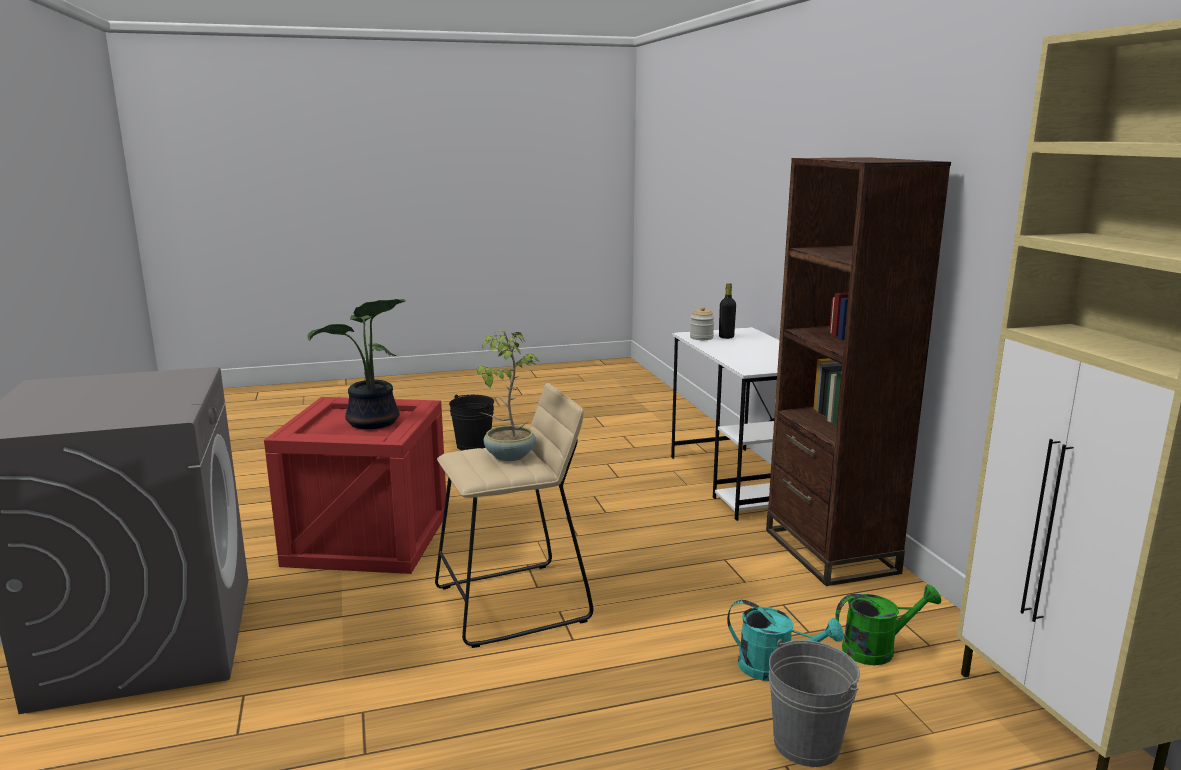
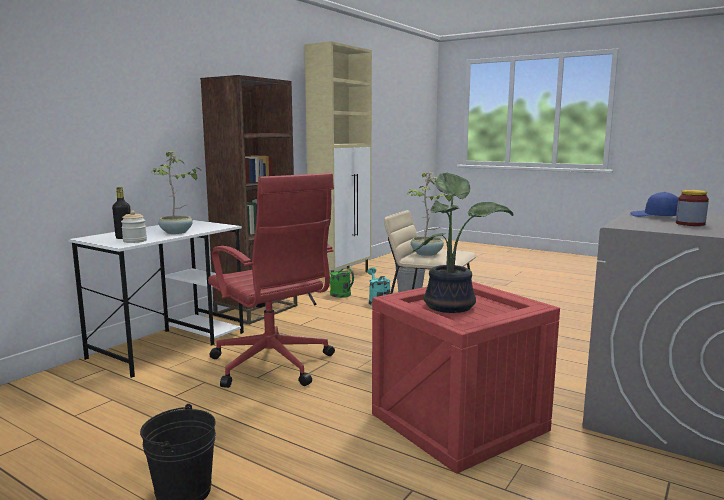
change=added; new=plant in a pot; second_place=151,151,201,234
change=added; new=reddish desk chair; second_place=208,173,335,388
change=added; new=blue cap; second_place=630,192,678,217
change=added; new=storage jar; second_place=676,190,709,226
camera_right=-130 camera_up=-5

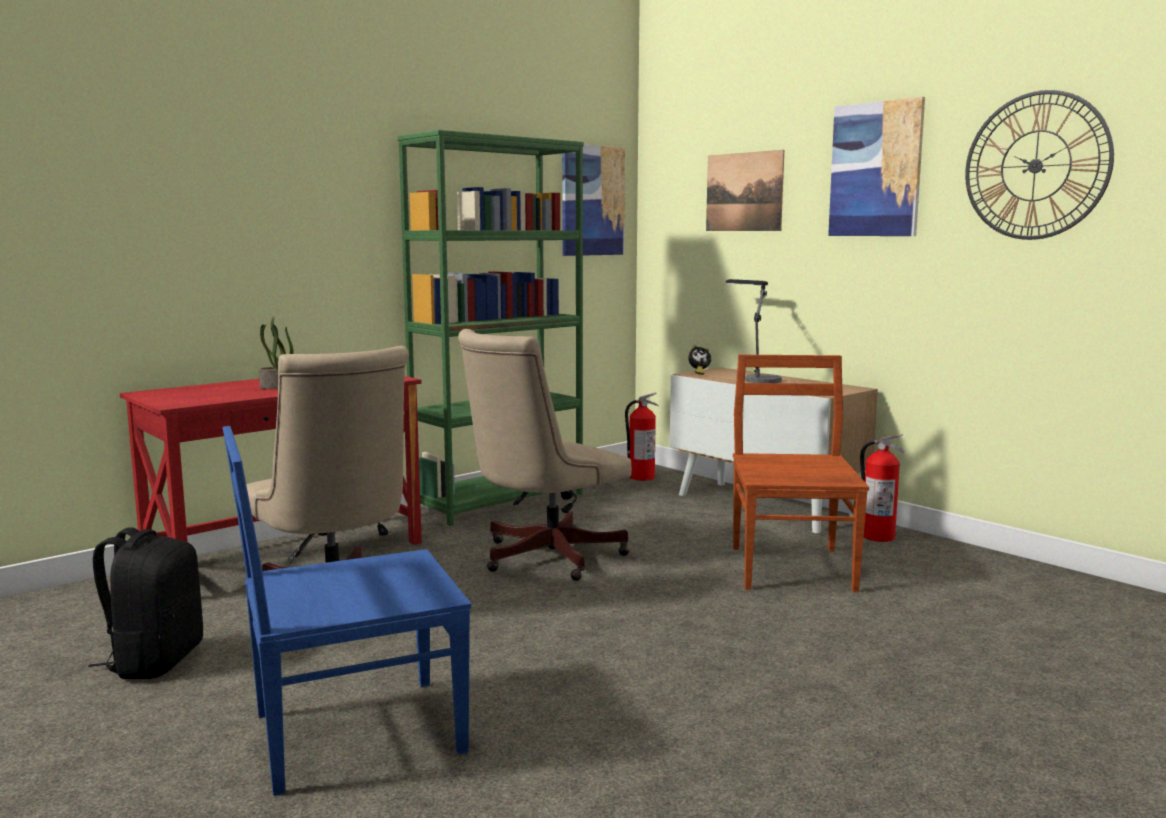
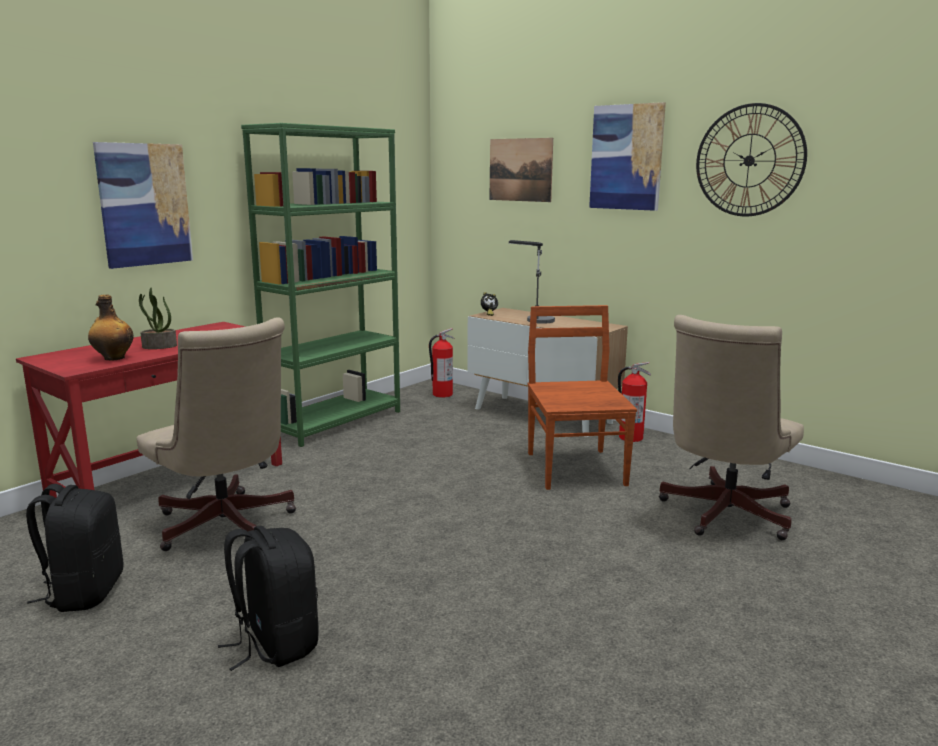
change=replaced; old=blue plain chair; new=black backpack; first_place=222,426,472,796; second_place=218,526,319,671
change=moved; old=beige desk chair; first_place=458,329,632,581; second_place=659,315,804,540
change=moved; old=wall picture; first_place=562,145,625,256; second_place=93,142,193,269
change=added; new=beverage bottle; second_place=88,295,134,360
camera_right=-10 camera_up=5

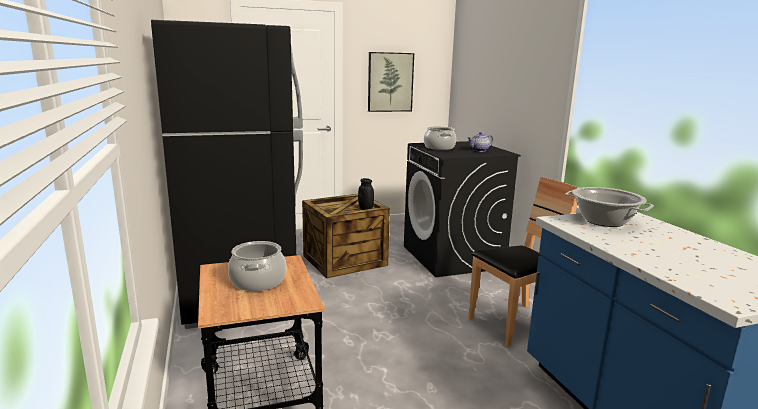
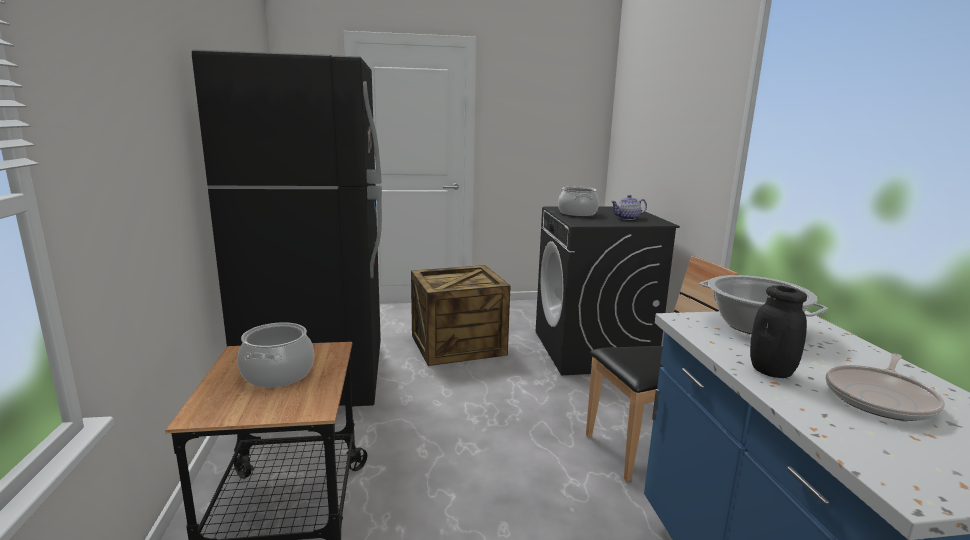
change=moved; old=black storage jar; first_place=358,178,374,210; second_place=750,285,807,378
change=removed; old=wall picture; first_place=368,52,414,112
change=added; new=frying pan; second_place=826,353,945,421
camera_right=10 camera_up=0

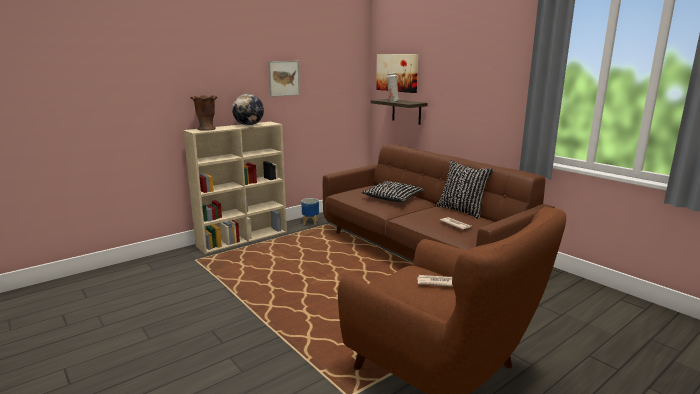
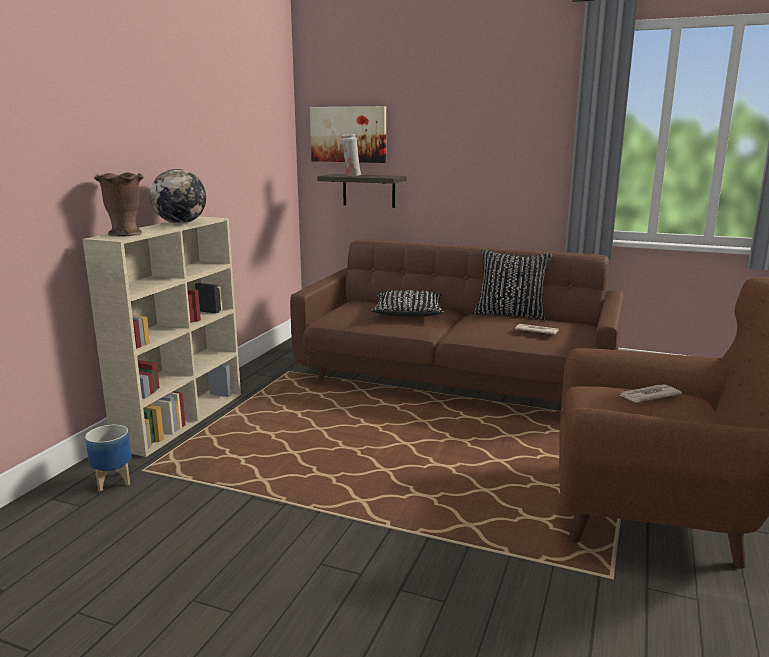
change=removed; old=wall picture; first_place=268,61,300,97
change=moved; old=plant pot; first_place=301,198,319,225; second_place=85,425,131,492
camera_right=-30 camera_up=0

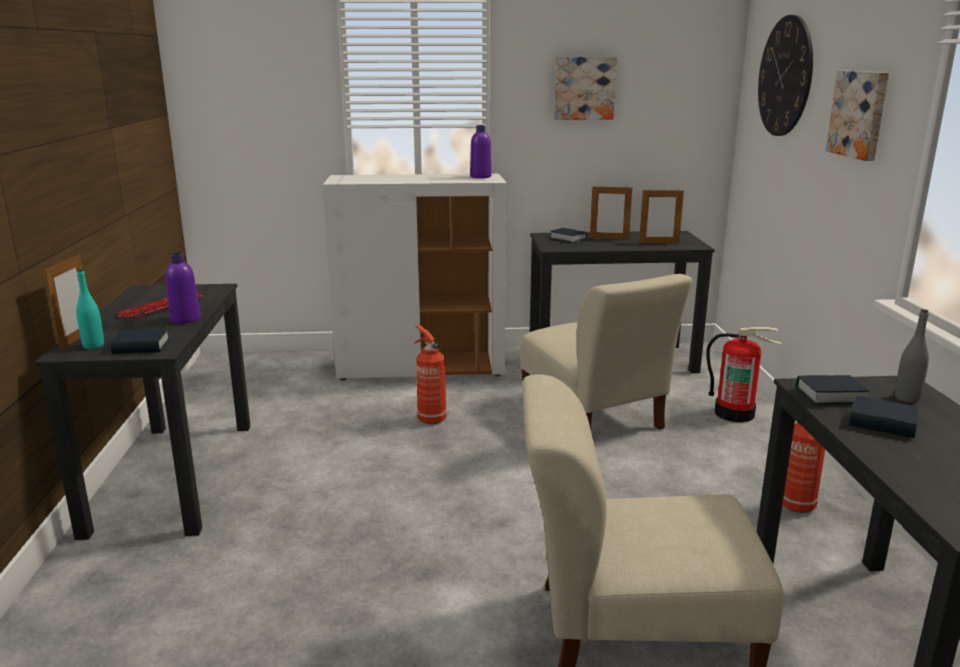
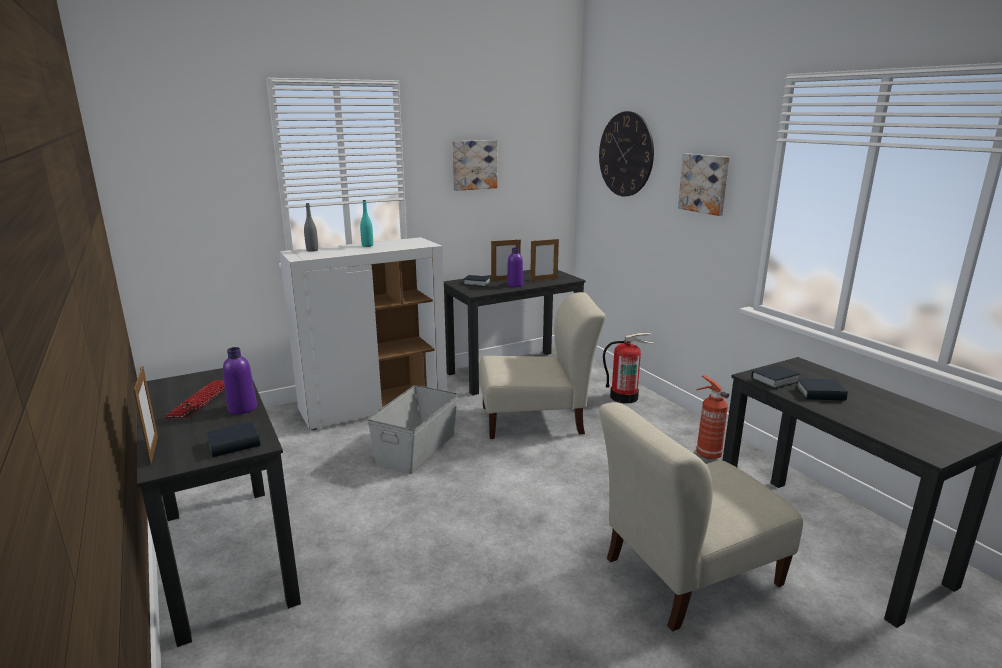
change=moved; old=turquoise beverage bottle; first_place=76,269,104,349; second_place=360,200,373,247
change=replaced; old=fire-fighting cylinder; new=greyish storage container; first_place=413,325,447,424; second_place=367,385,458,474
change=moved; old=purple beverage bottle; first_place=470,125,492,178; second_place=507,248,523,287
change=turned; old=beige plain chair; first_place=520,274,692,430; second_place=479,292,606,439; degrees=-45
change=moved; old=greyish beverage bottle; first_place=895,309,929,403; second_place=304,203,318,252
camera_right=-25 camera_up=0

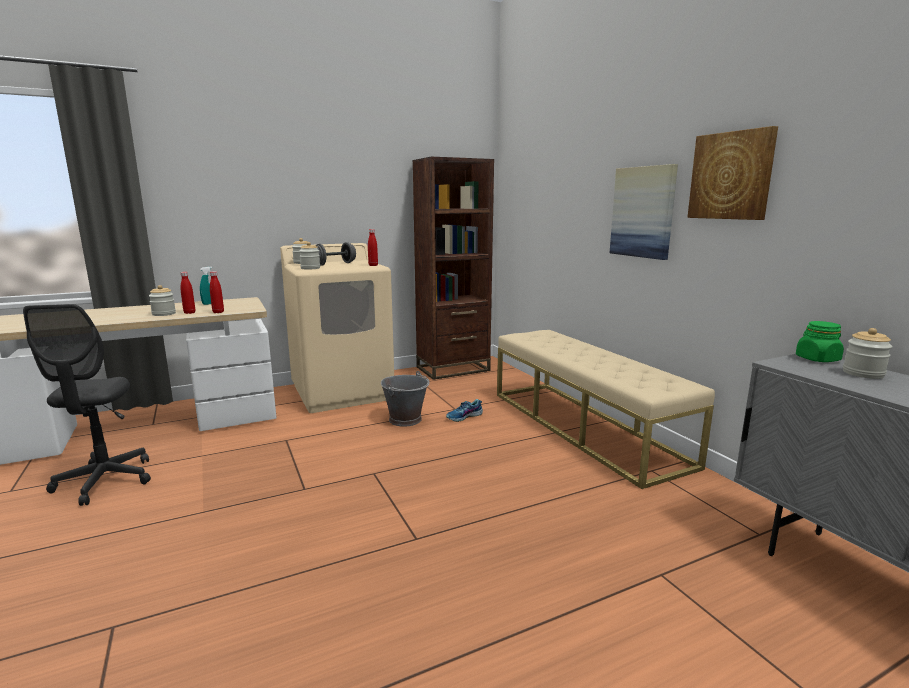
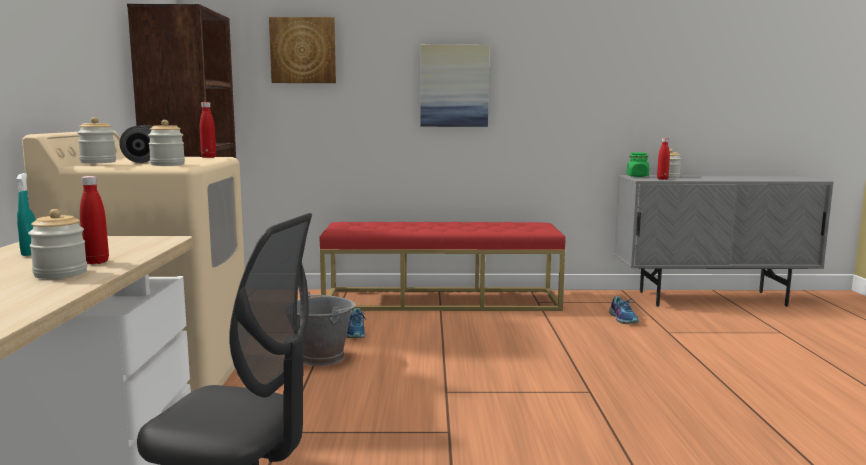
change=moved; old=reddish beverage bottle; first_place=210,271,224,313; second_place=657,138,670,180
change=recoloured; old=beige indoor bench; new=reddish indoor bench; first_place=497,330,715,489; second_place=320,222,566,311
change=moved; old=wall picture; first_place=687,126,778,220; second_place=269,17,336,83
change=added; new=item of footwear; second_place=609,296,639,324
camera_right=-65 camera_up=-5

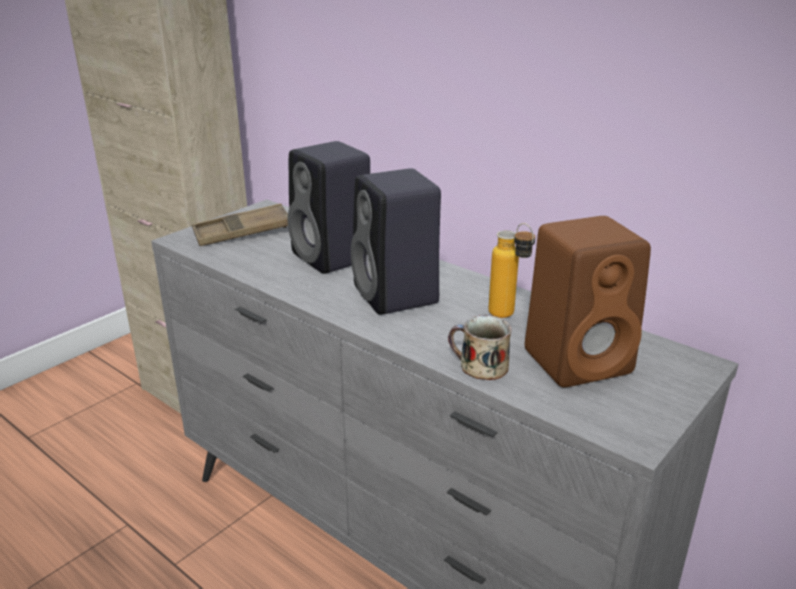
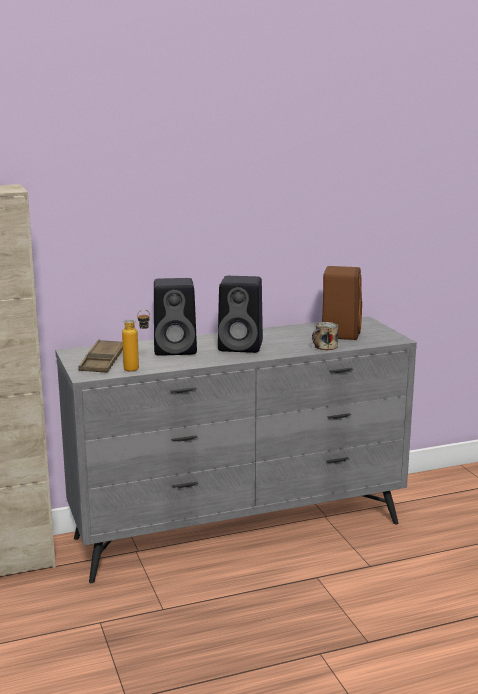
change=moved; old=beverage bottle; first_place=488,223,535,318; second_place=122,310,150,372
camera_right=-60 camera_up=-10

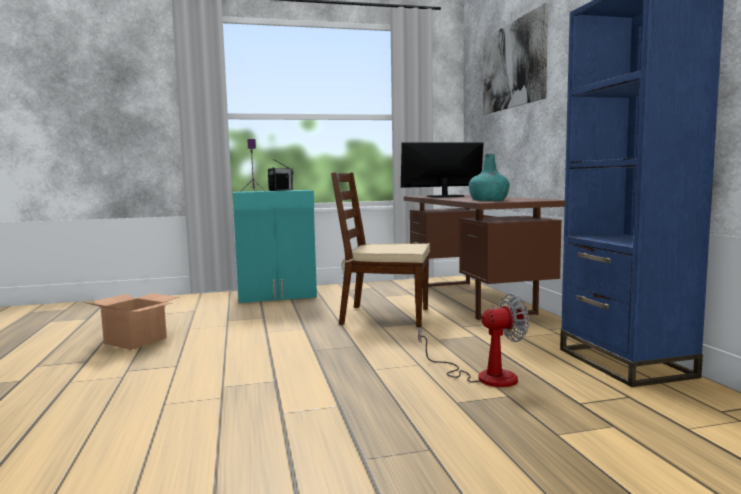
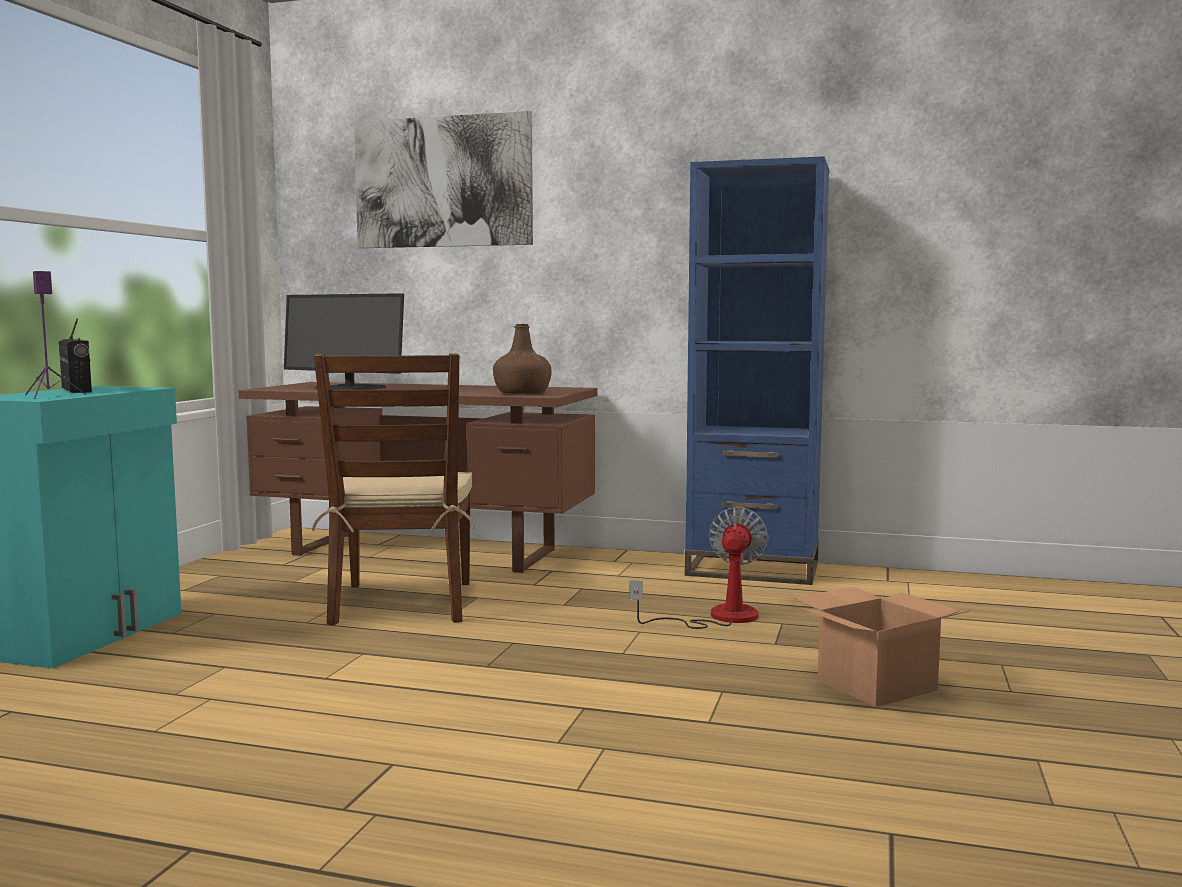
change=moved; old=carton; first_place=83,293,179,350; second_place=794,587,971,707
change=turned; old=brownish plain chair; first_place=331,172,430,327; second_place=311,353,476,625; degrees=-45
change=turned; old=computer display; first_place=401,142,484,198; second_place=284,293,404,390; degrees=-75
change=recoloured; old=turquoise beverage bottle; new=brownish beverage bottle; first_place=469,154,510,201; second_place=493,324,552,394
camera_right=-60 camera_up=0

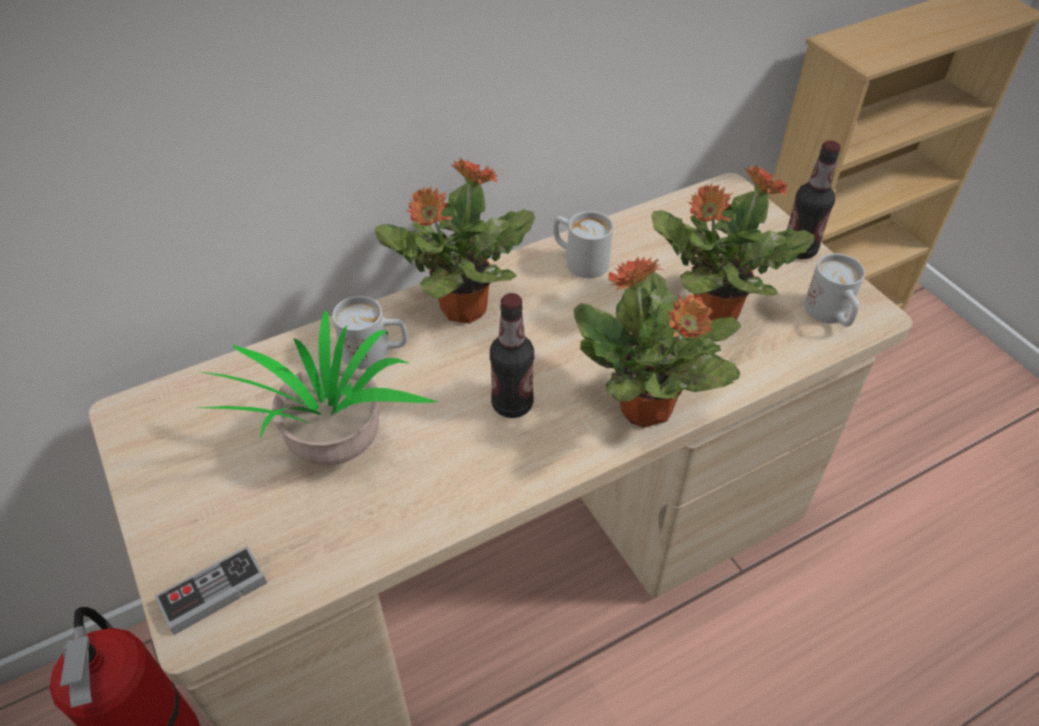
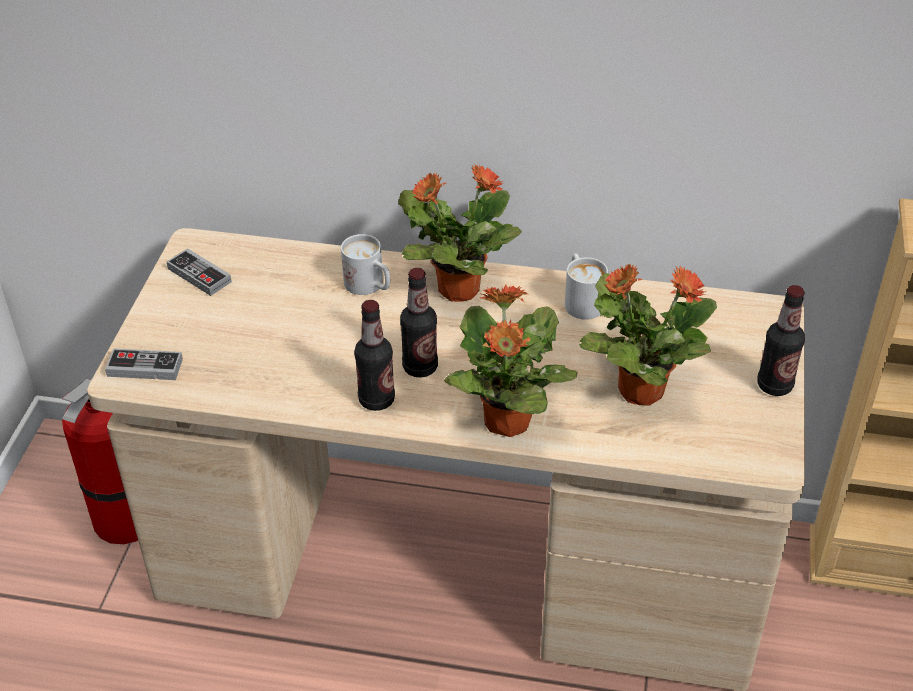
change=removed; old=plant in a pot; first_place=198,311,437,465
change=removed; old=white-coloured mug; first_place=804,253,865,327
change=added; new=joypad; second_place=167,248,232,296
change=added; new=beverage bottle; second_place=354,300,395,411
camera_right=40 camera_up=-5

